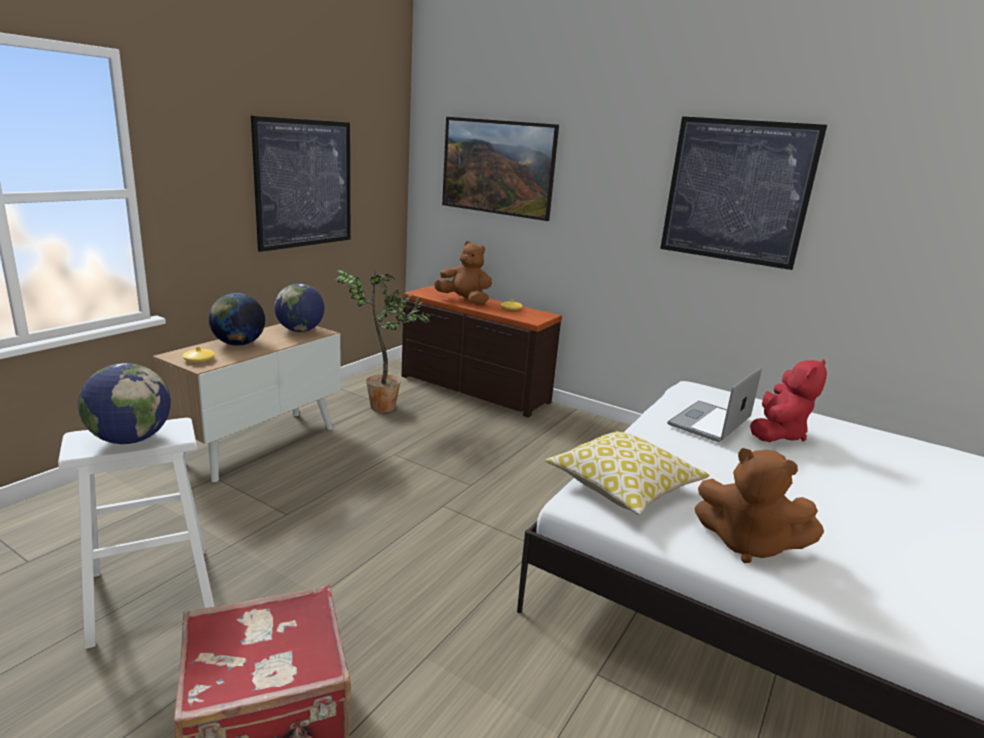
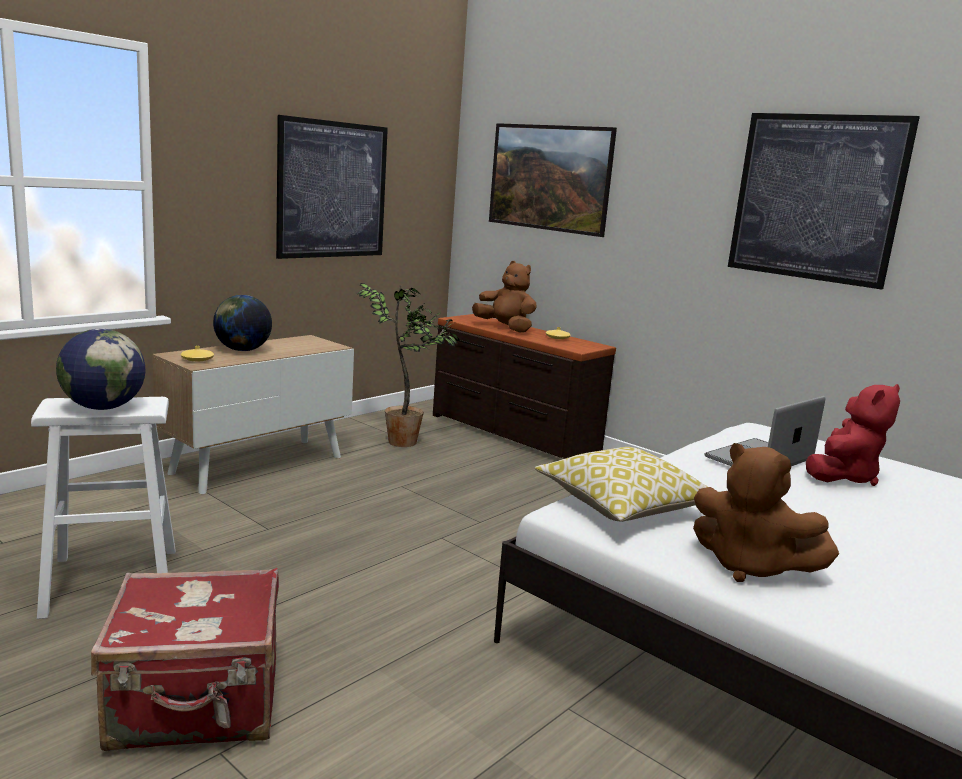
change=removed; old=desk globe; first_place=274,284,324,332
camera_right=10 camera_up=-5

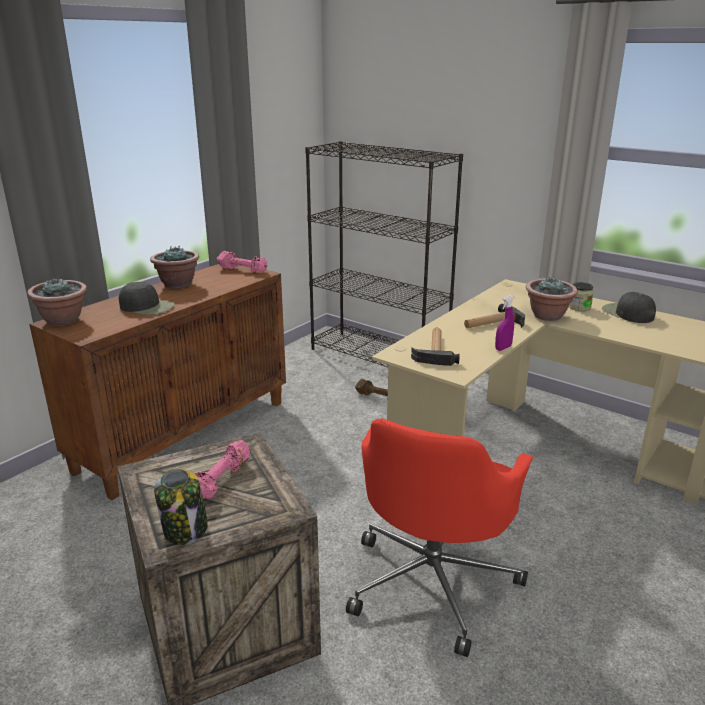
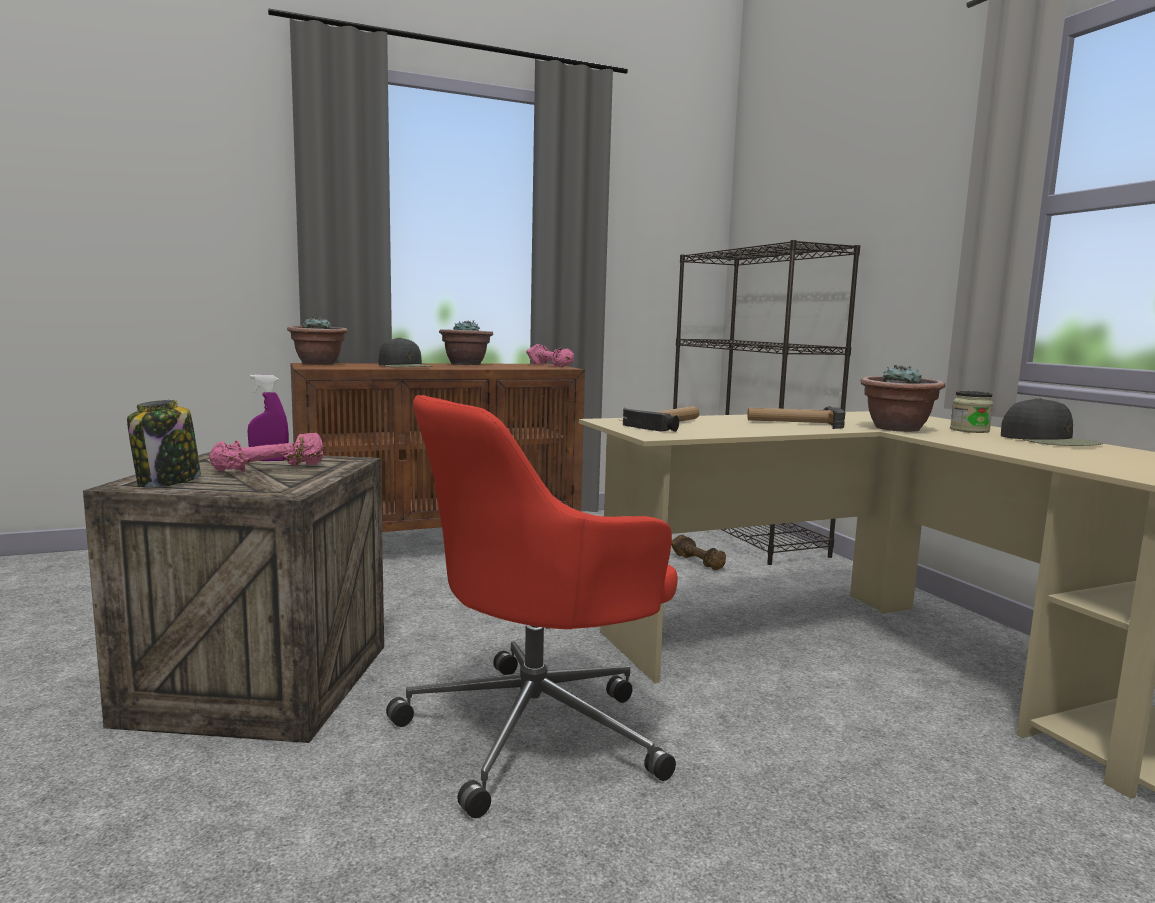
change=moved; old=purple spray bottle; first_place=495,295,514,351; second_place=248,374,289,461
change=turned; old=black cap; first_place=602,292,656,323; second_place=1001,398,1103,446; degrees=150
camera_right=30 camera_up=-15

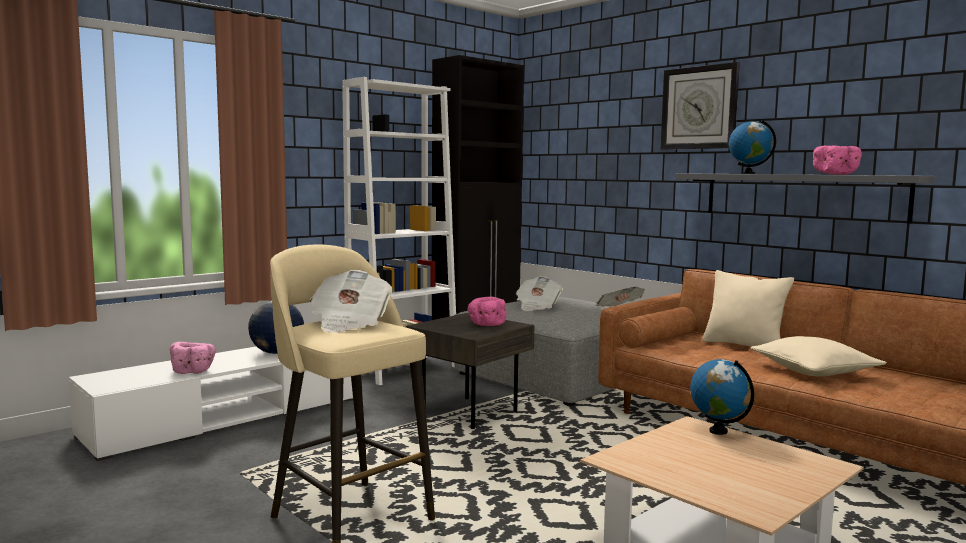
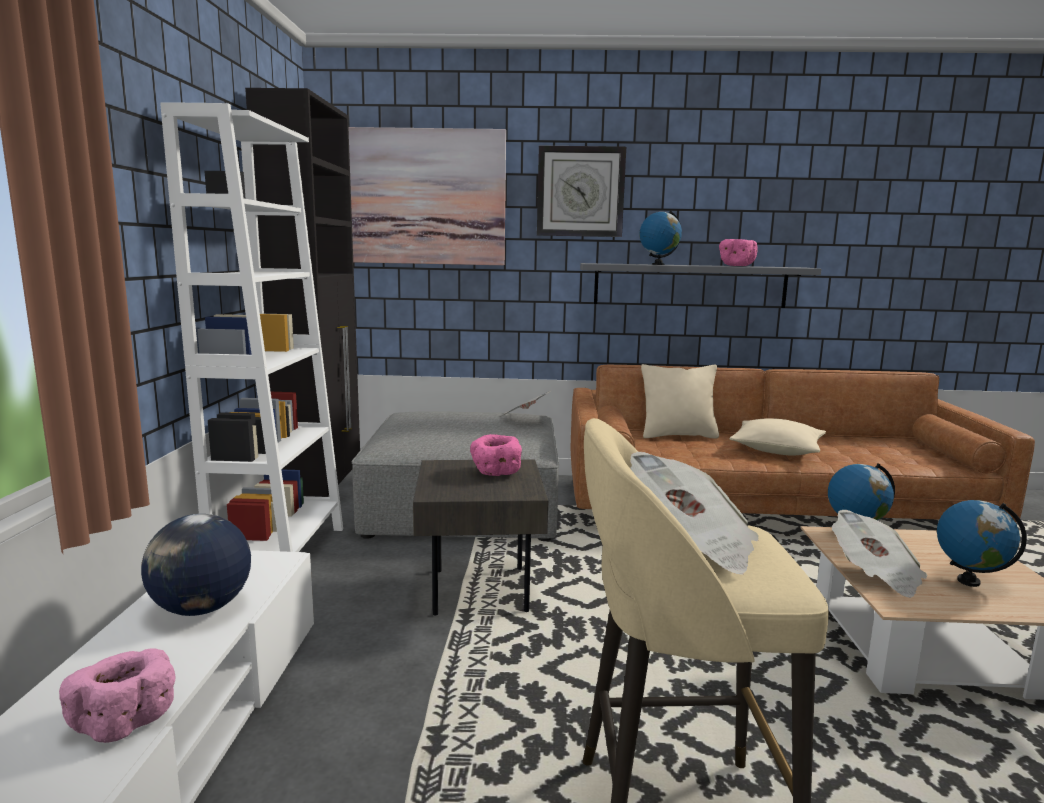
change=moved; old=newspaper; first_place=516,276,563,311; second_place=832,510,928,598
change=added; new=wall picture; second_place=348,127,506,265
change=added; new=desk globe; second_place=937,500,1027,587
camera_right=-45 camera_up=5

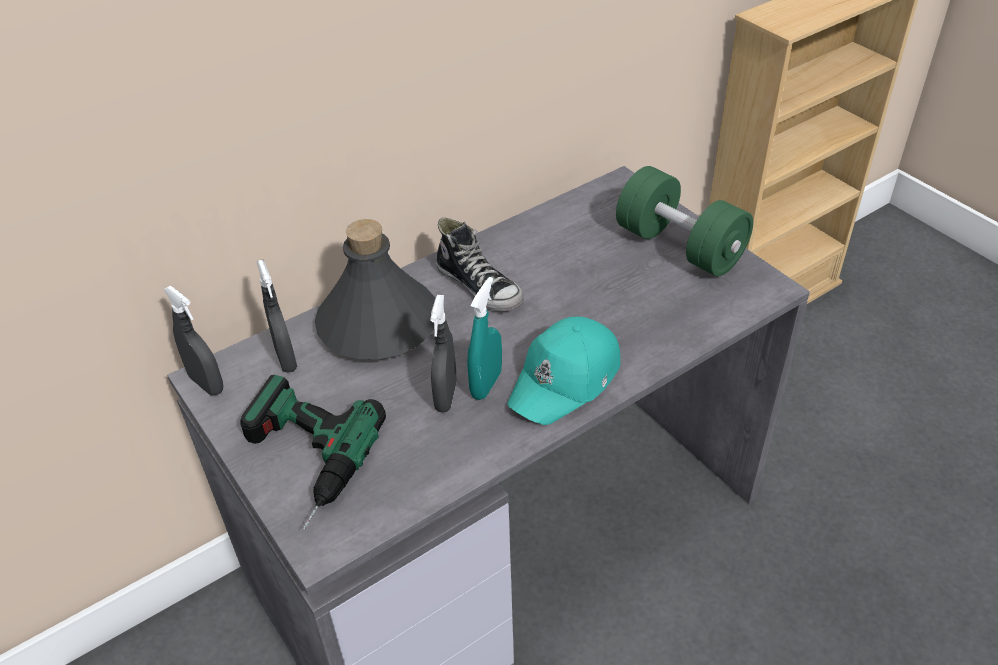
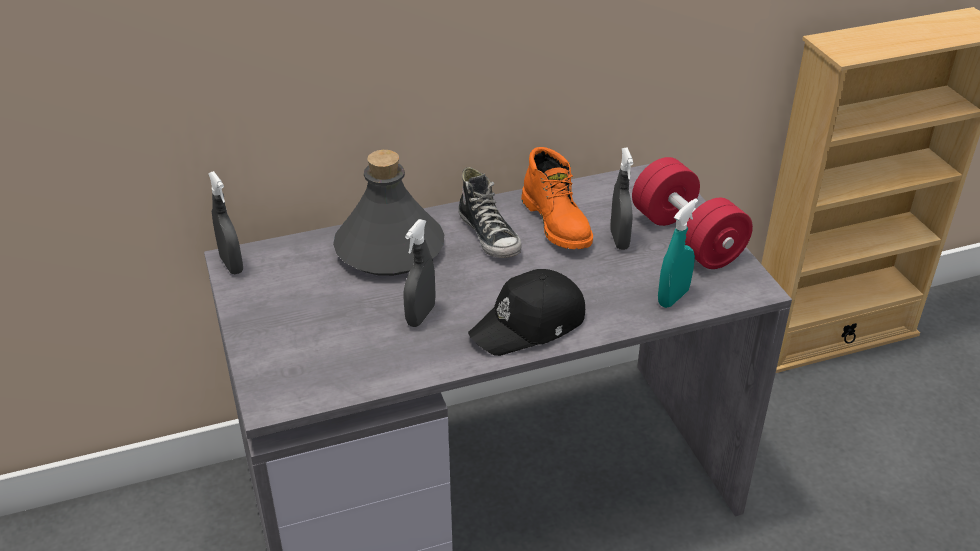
change=removed; old=electric drill; first_place=240,375,386,530
change=moved; old=greyish spray bottle; first_place=256,260,297,373; second_place=610,147,633,250
change=moved; old=turquoise spray bottle; first_place=467,277,502,400; second_place=658,198,698,308
change=recoloured; old=turquoise cap; new=black cap; first_place=508,317,620,425; second_place=468,269,585,356
change=recoloured; old=greenish hand weight; new=reddish hand weight; first_place=616,166,753,277; second_place=632,157,753,269
change=added; new=orange-coloured high-top boot; second_place=521,147,593,249
camera_right=15 camera_up=-5

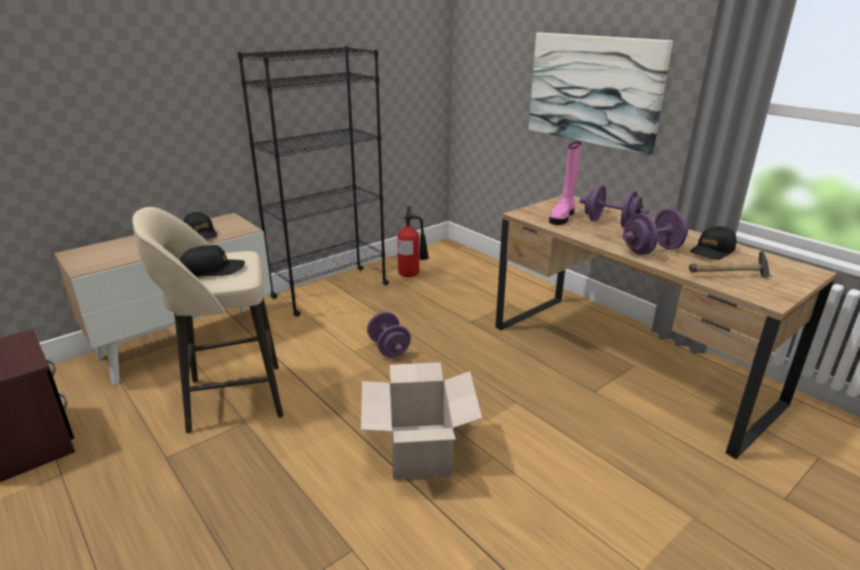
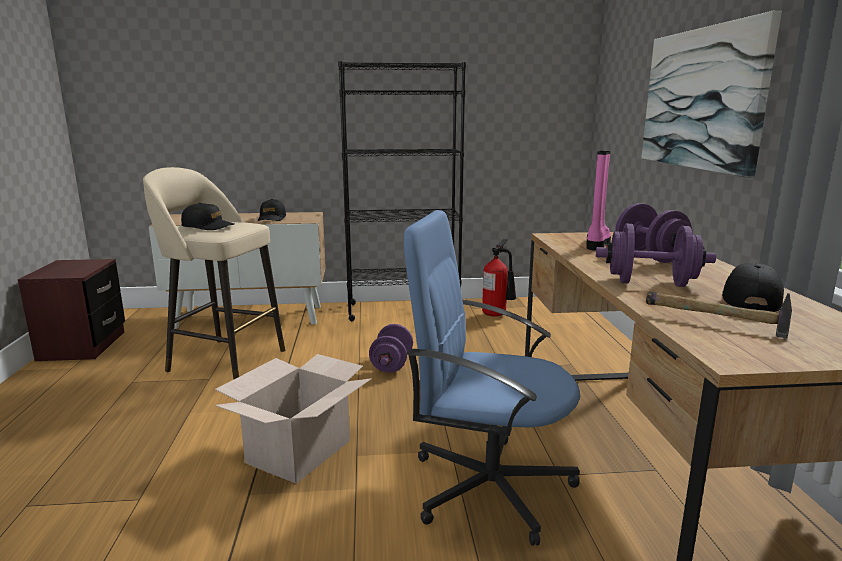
change=turned; old=pink high-top boot; first_place=549,142,581,225; second_place=586,151,611,251; degrees=135
change=turned; old=black cap; first_place=690,226,736,260; second_place=722,263,784,312; degrees=120
change=added; new=blue desk chair; second_place=404,210,580,546
camera_right=35 camera_up=-10

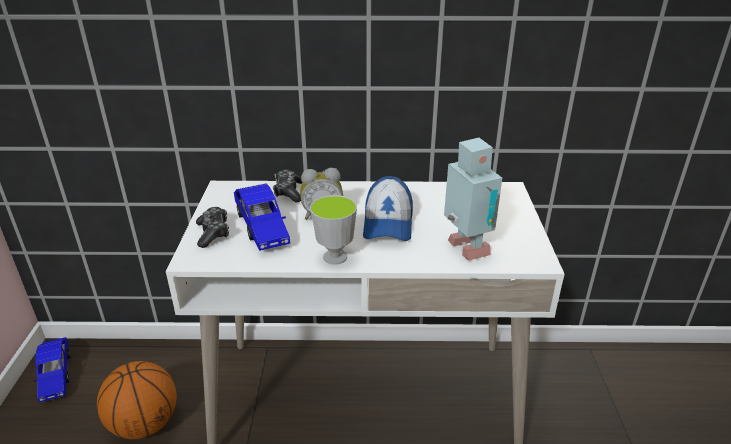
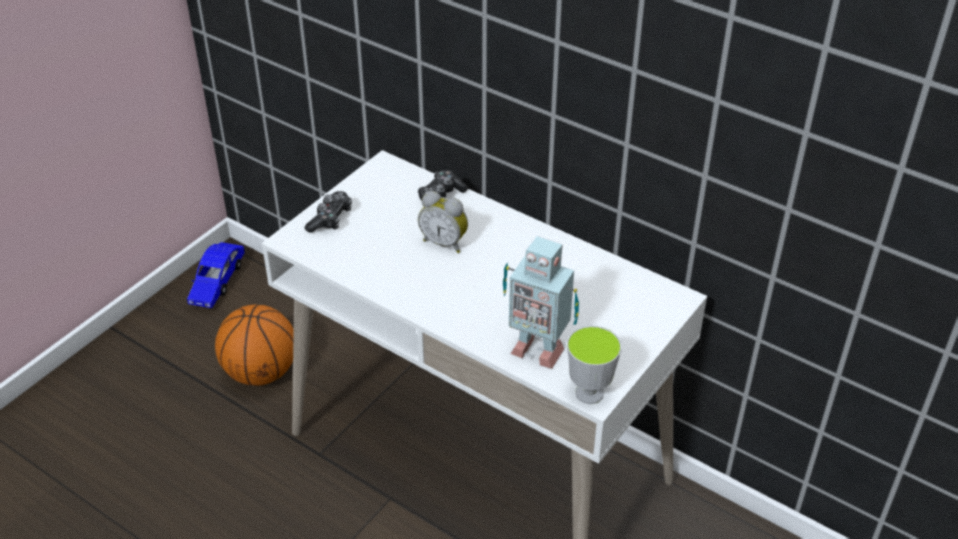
change=removed; old=blue miniature car; first_place=234,184,290,251
change=moved; old=cup; first_place=310,195,357,265; second_place=567,326,622,404
change=removed; old=cap; first_place=363,176,413,241
change=turned; old=robot figure; first_place=444,138,502,261; second_place=503,236,579,369; degrees=105
camera_right=35 camera_up=10

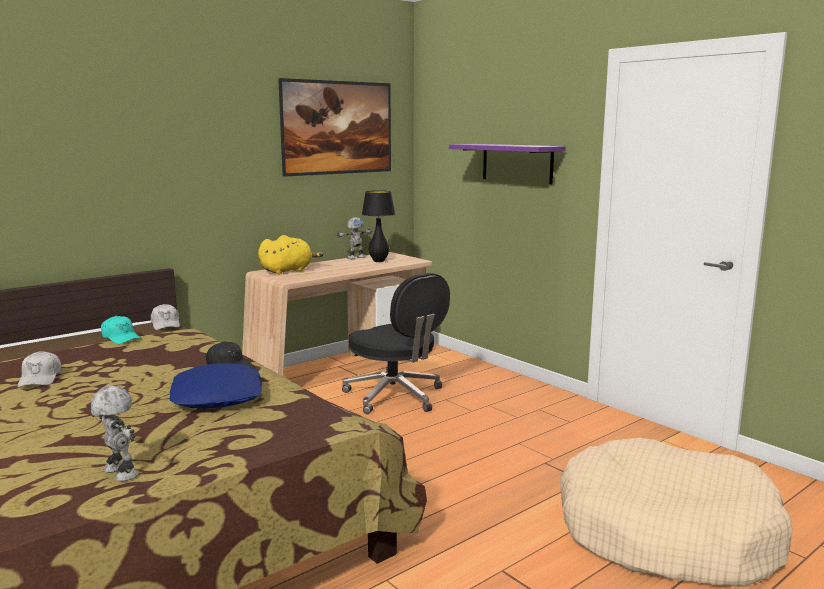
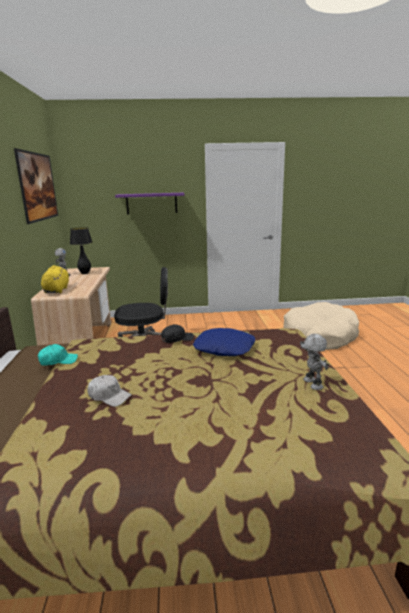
change=turned; old=robot figure; first_place=90,386,138,481; second_place=300,334,329,390; degrees=90
change=removed; old=white-coloured cap; first_place=151,304,180,330
camera_right=-55 camera_up=5

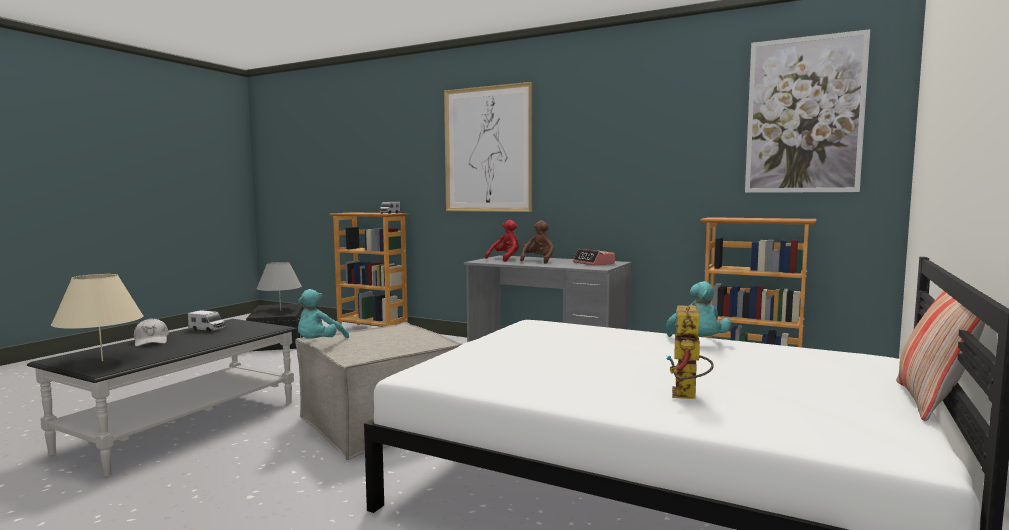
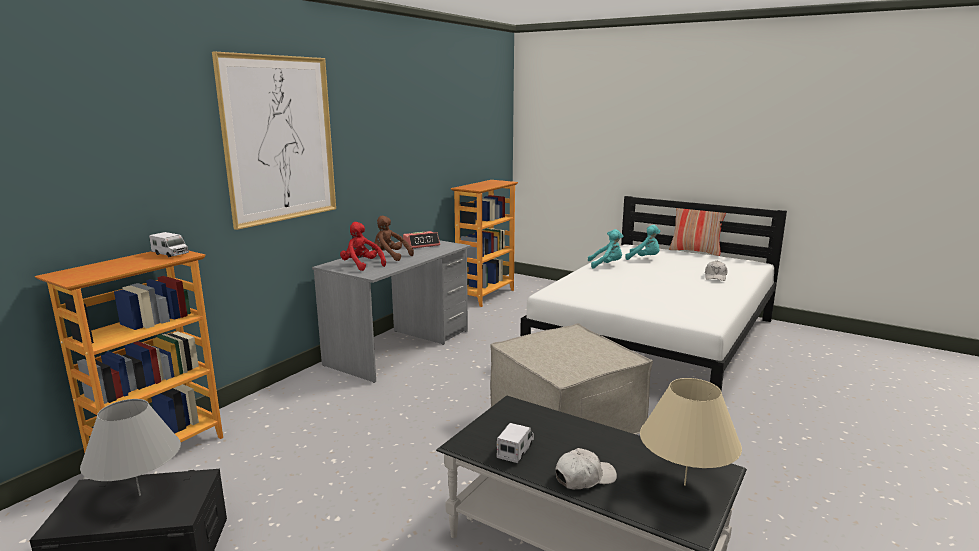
change=moved; old=turquoise soft toy; first_place=298,289,349,339; second_place=625,225,660,260
change=replaced; old=robot figure; new=white-coloured cap; first_place=666,305,714,399; second_place=705,261,727,281
change=removed; old=wall picture; first_place=745,29,870,193
camera_right=-85 camera_up=10

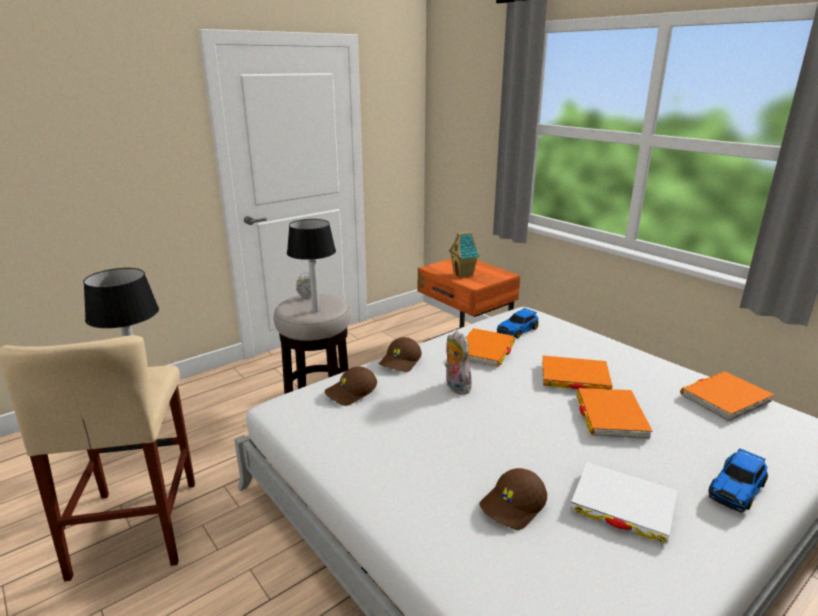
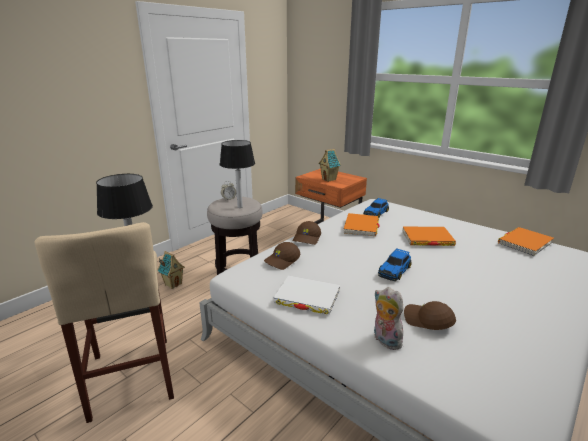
change=moved; old=soft toy; first_place=445,331,472,394; second_place=374,287,403,350
change=turned; old=brownish cap; first_place=479,468,547,530; second_place=404,301,456,330; degrees=90
change=moved; old=white-coloured bound book; first_place=570,462,677,544; second_place=274,275,340,315
change=removed; old=orange-coloured bound book; first_place=577,388,653,439
change=moved; old=miniature car; first_place=709,448,768,513; second_place=378,248,412,281
change=added; new=miniature house; second_place=157,251,185,289
camera_right=-10 camera_up=0

